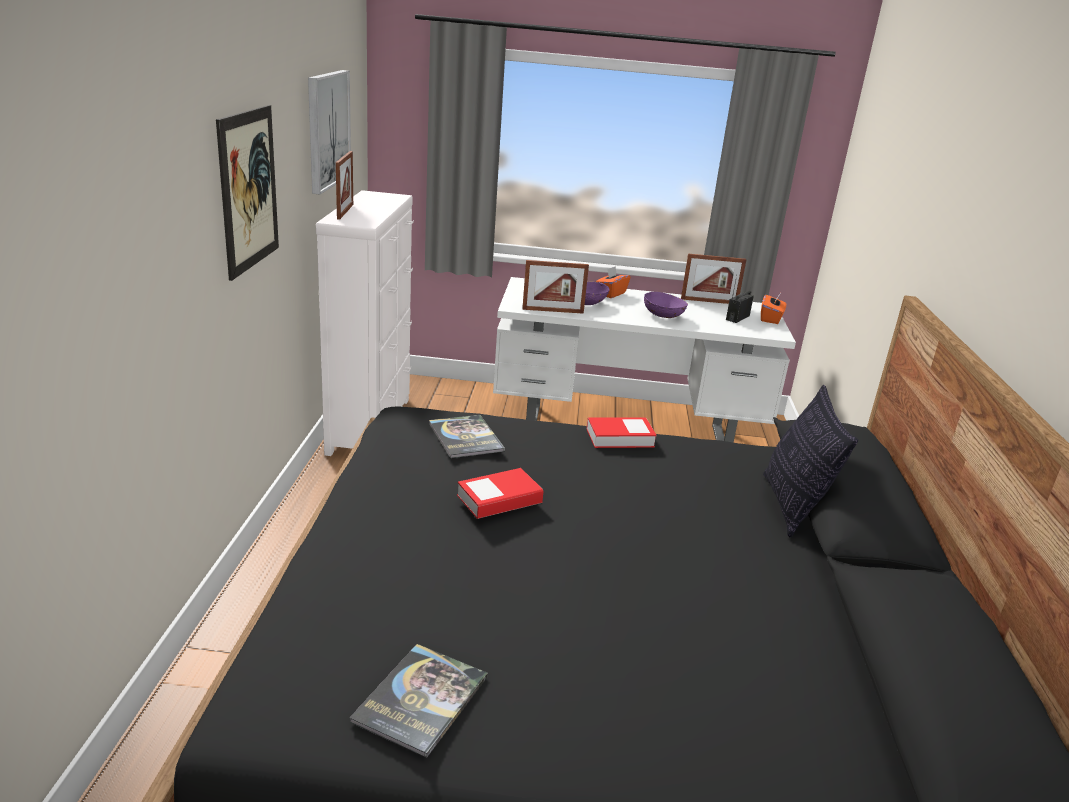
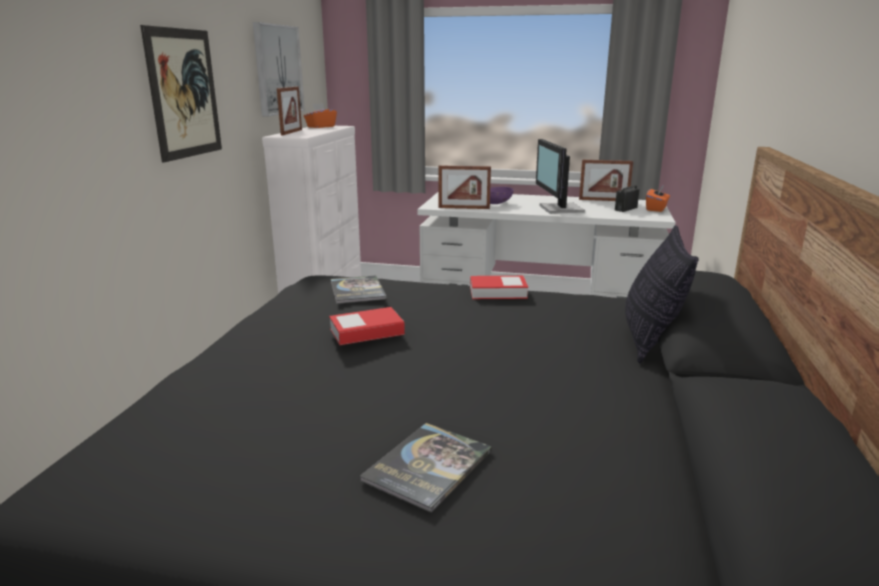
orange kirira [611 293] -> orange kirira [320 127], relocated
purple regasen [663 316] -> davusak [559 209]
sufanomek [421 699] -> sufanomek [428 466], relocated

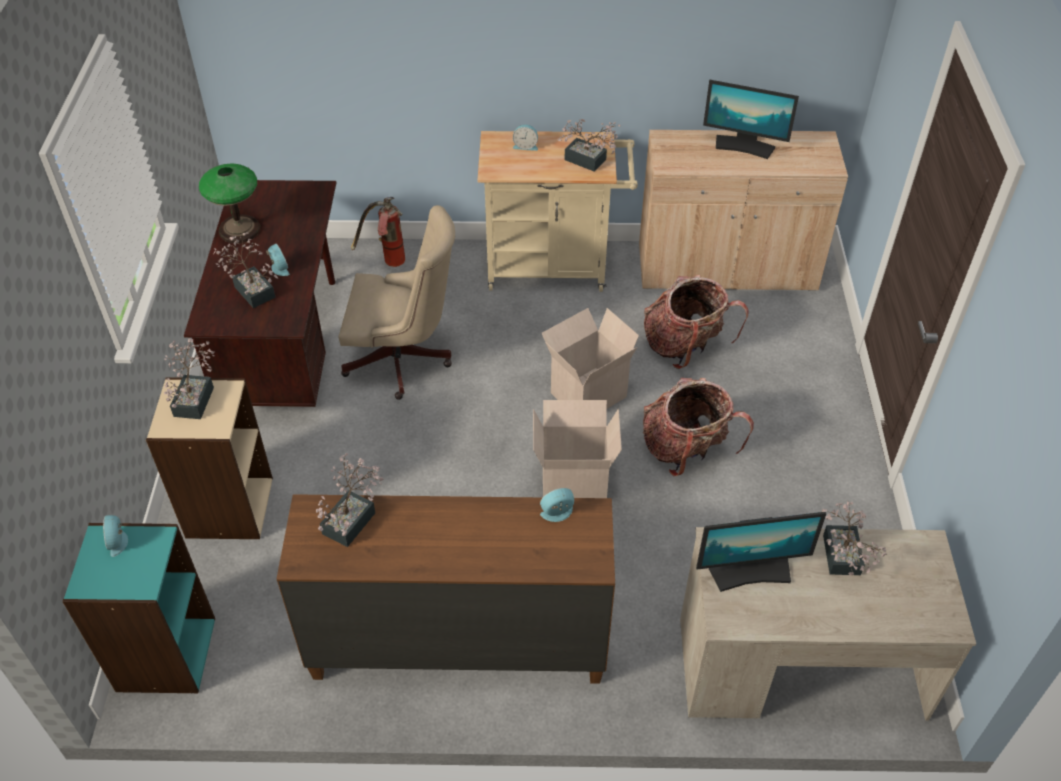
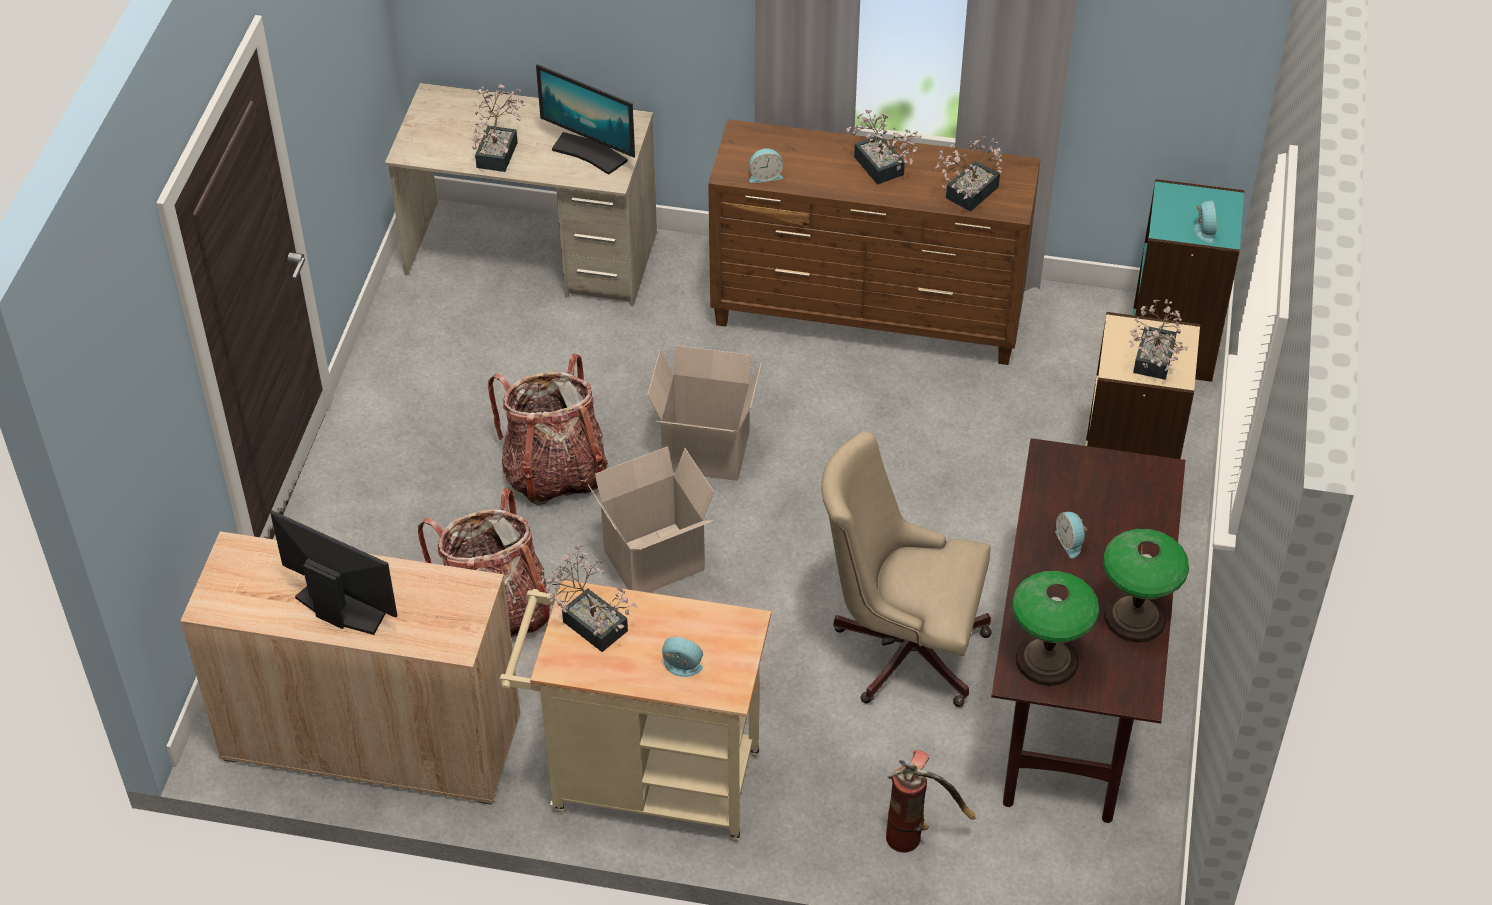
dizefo [252 289] -> dizefo [881 170], relocated
davusak [750 572] -> davusak [590 152], 150 degrees counterclockwise
none -> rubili [1047 660]

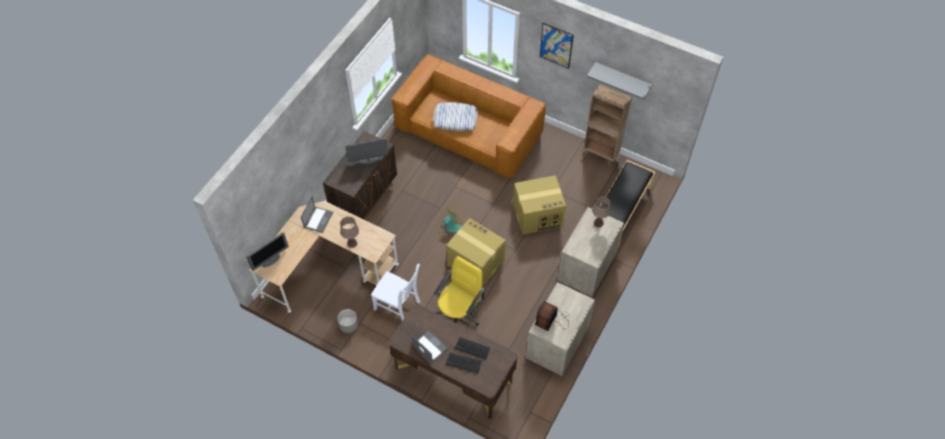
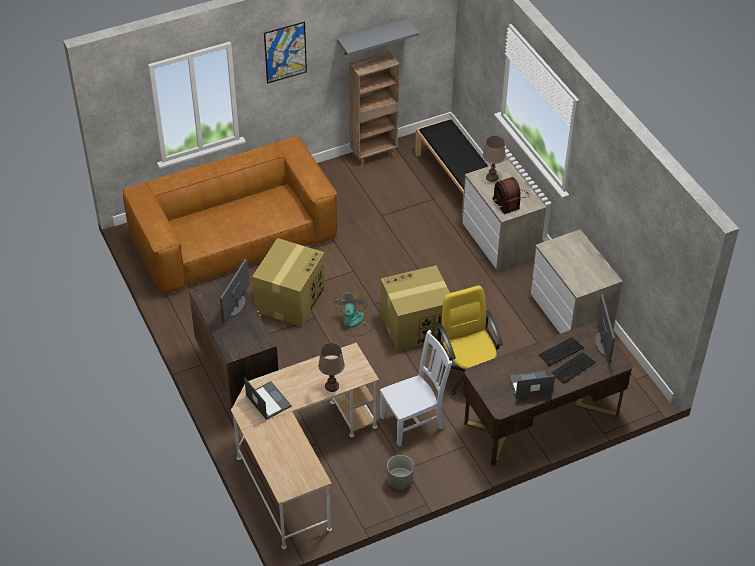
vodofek [455 119] -> none
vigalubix [538 215] -> vigalubix [290 299], relocated
davusak [271 260] -> davusak [602 344], relocated
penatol [552 319] -> penatol [509 199], relocated

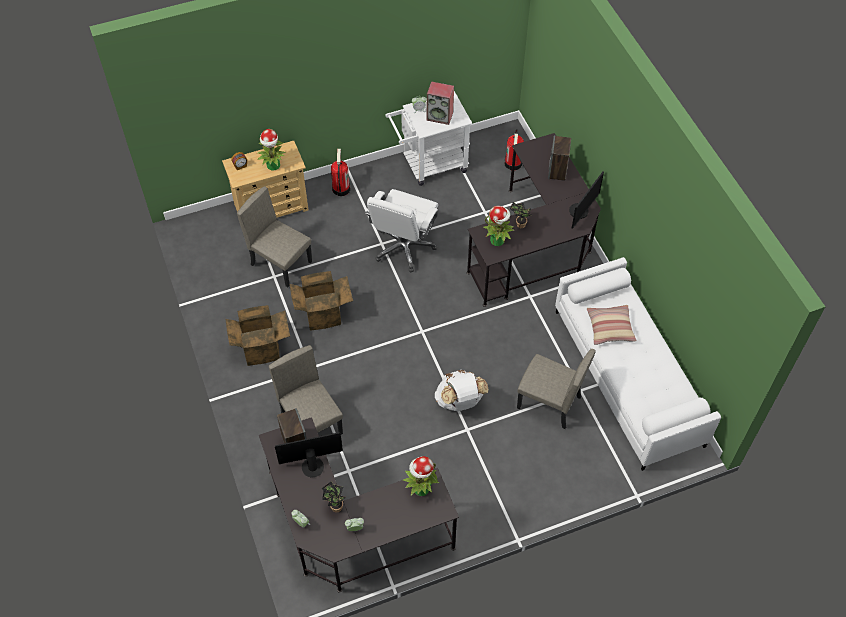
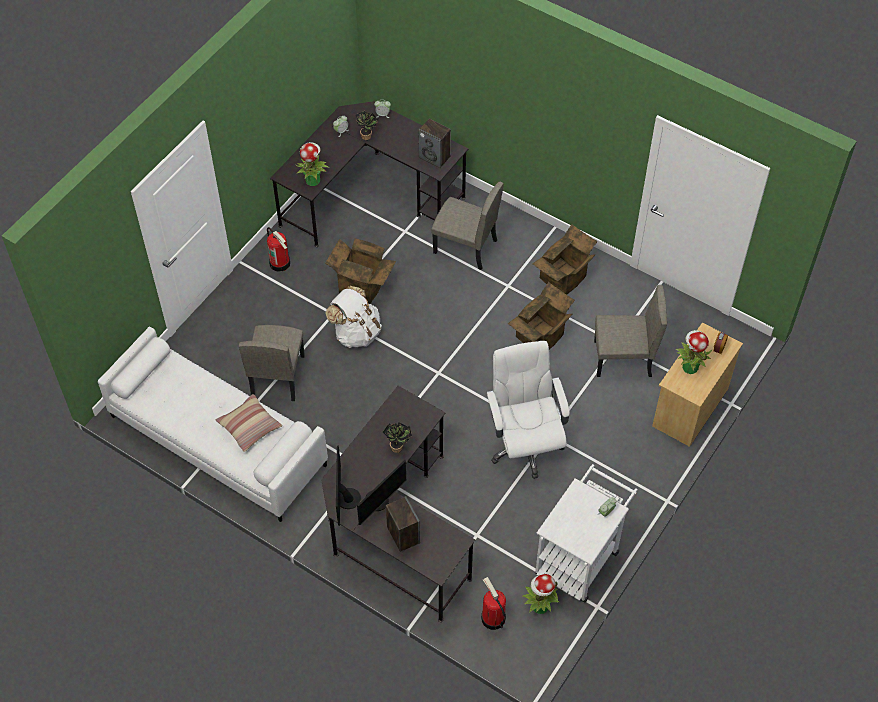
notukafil [440 116] -> none
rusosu [341 189] -> rusosu [280 263], relocated
dizefo [497 240] -> dizefo [539 606], relocated
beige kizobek [549 402] -> beige kizobek [277 376], 75 degrees counterclockwise
davusak [312 465] -> davusak [379 502], relocated
none -> vigalubix [363 285]

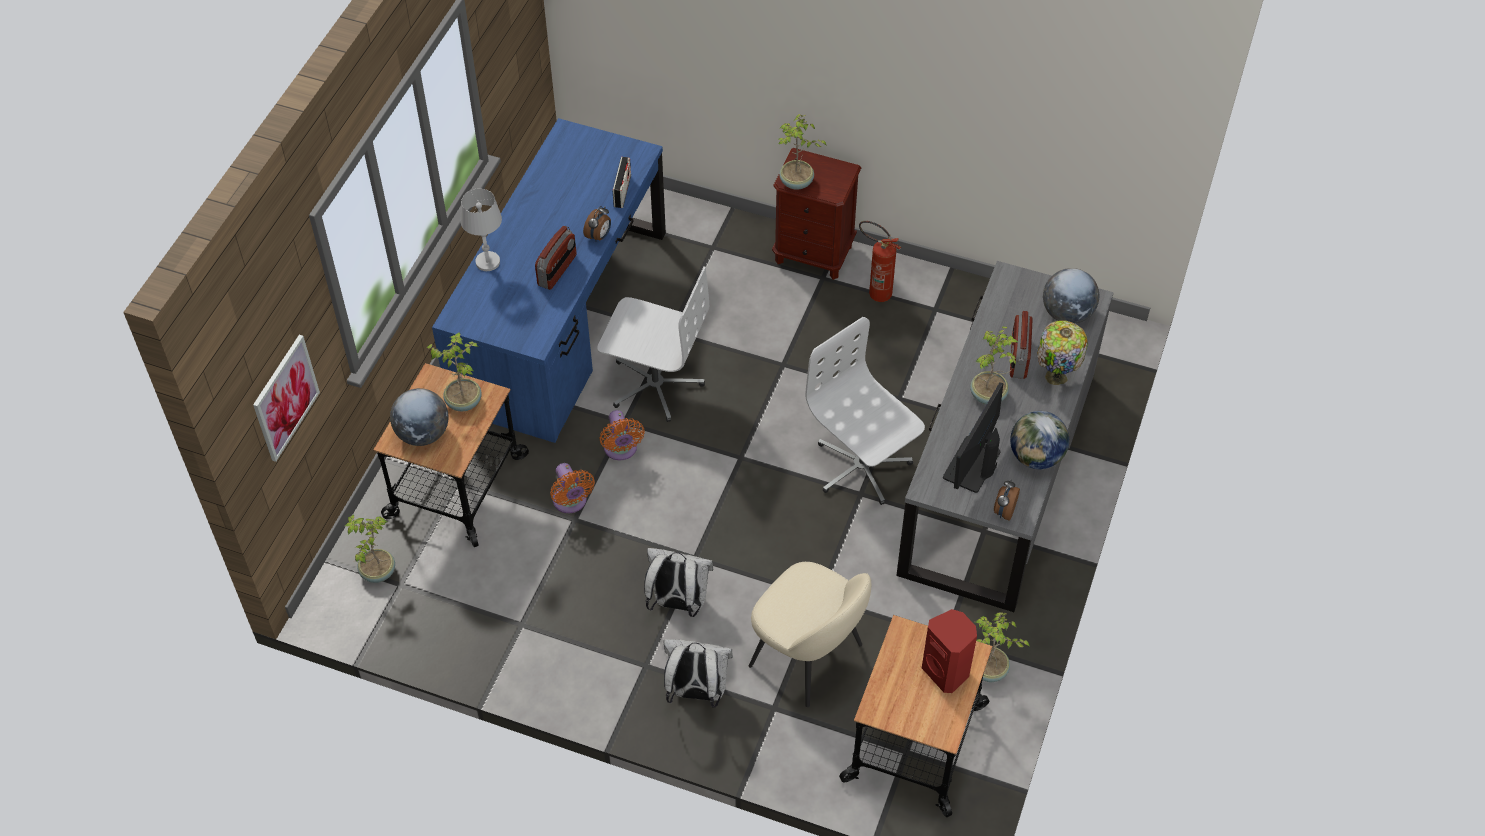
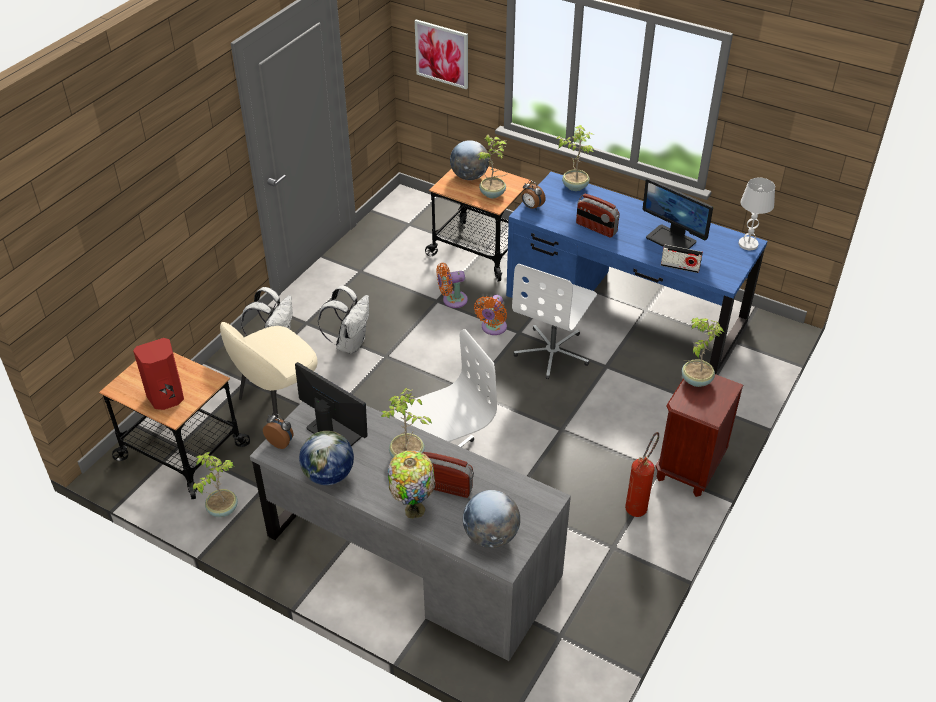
white rubili [488 262] -> white rubili [748 244], relocated
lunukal [599 236] -> lunukal [531 207], relocated
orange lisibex [621 450] -> orange lisibex [493 328], 60 degrees counterclockwise
dizefo [377 572] -> dizefo [575 186], relocated
none -> davusak [672 239]

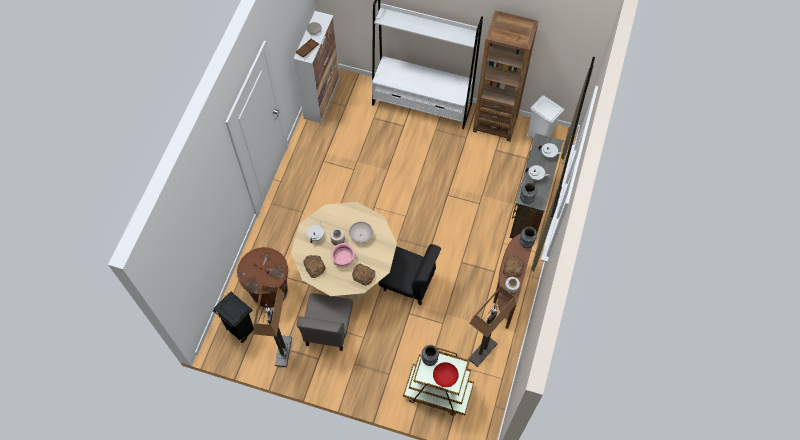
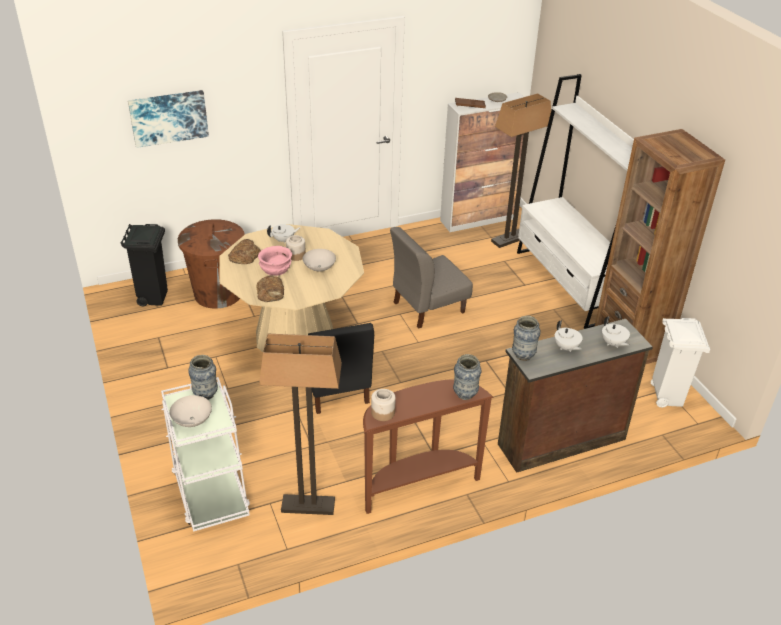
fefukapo [513 267] -> none
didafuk [283 351] -> didafuk [509 239], relocated
grey kizobek [328 329] -> grey kizobek [428 307], relocated
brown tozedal [437 391] -> white tozedal [210 492]
red regasen [445 377] -> white regasen [192 421]
none -> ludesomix [168 117]

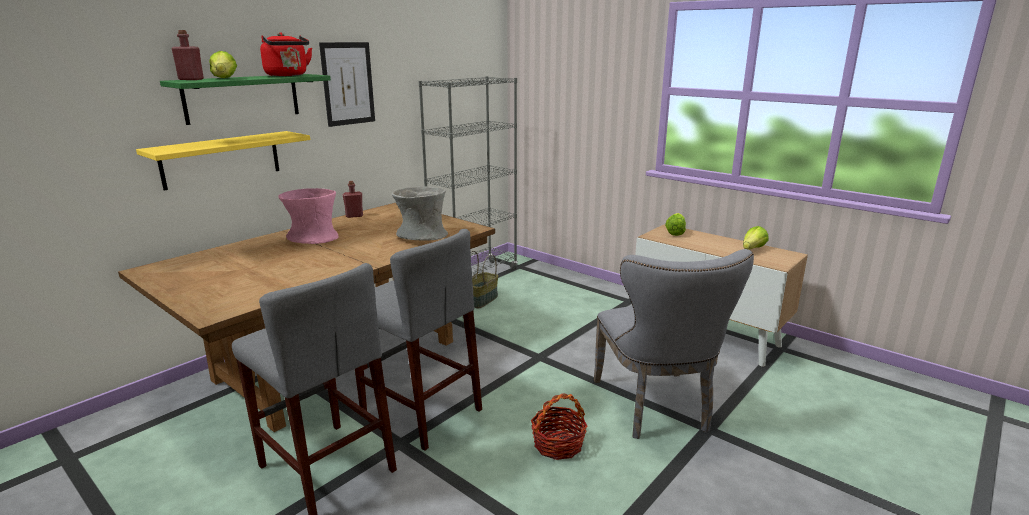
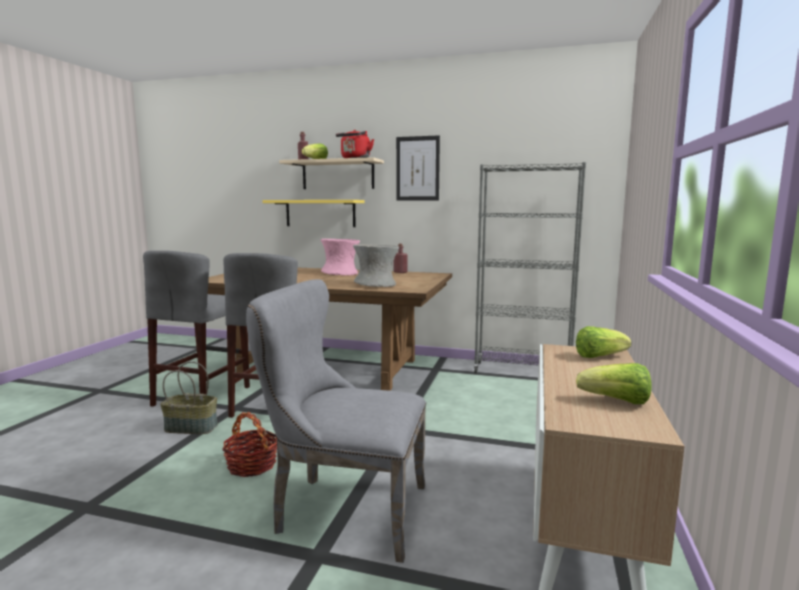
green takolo [242 98] -> beige takolo [338 175]
grey kizobek [656 409] -> grey kizobek [342 510], 45 degrees clockwise
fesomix [481 300] -> fesomix [192 427], relocated

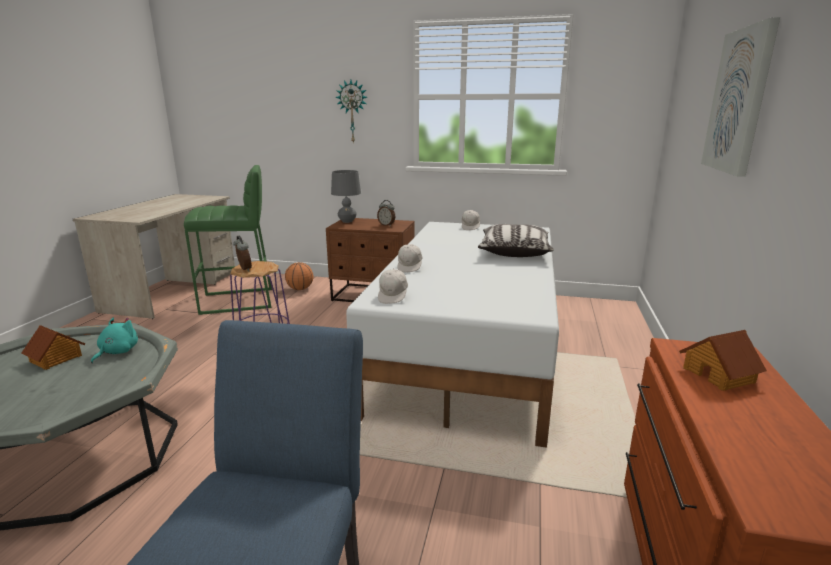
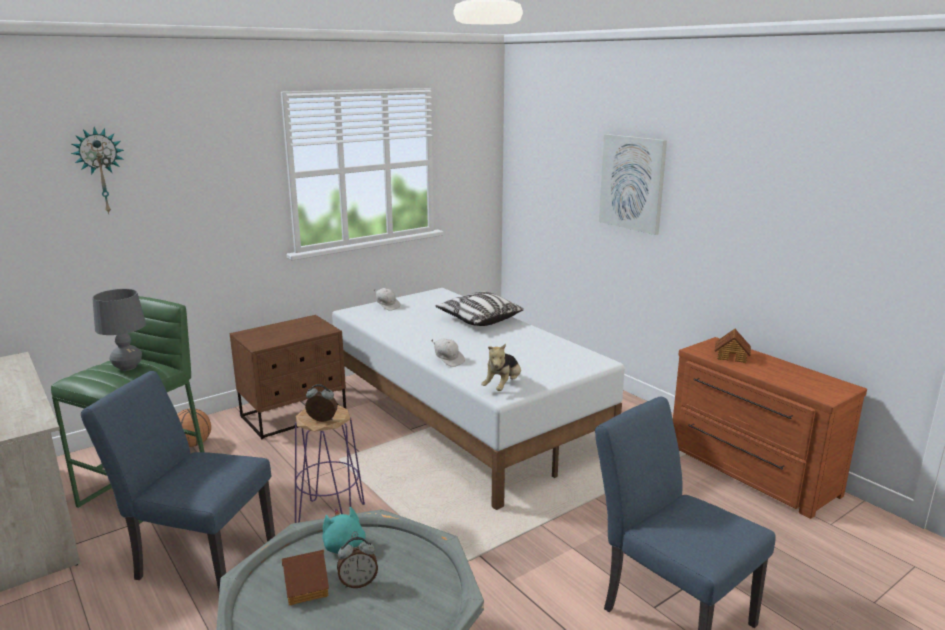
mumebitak [353 111] -> mumebitak [100 171], relocated
grey rubili [347 221] -> grey rubili [128 367], relocated
lunukal [386 225] -> lunukal [358 583], relocated
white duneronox [393 296] -> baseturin [503 386]
none -> blue kizobek [197 558]

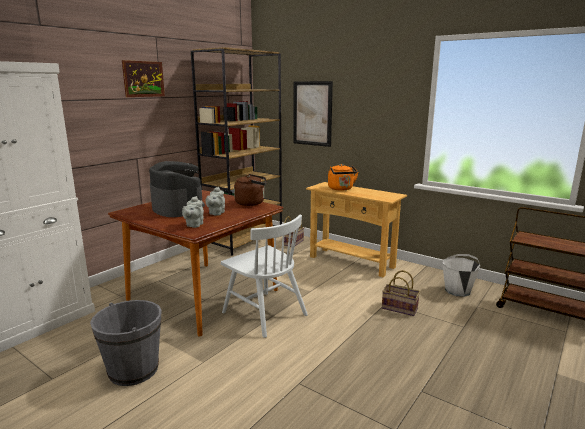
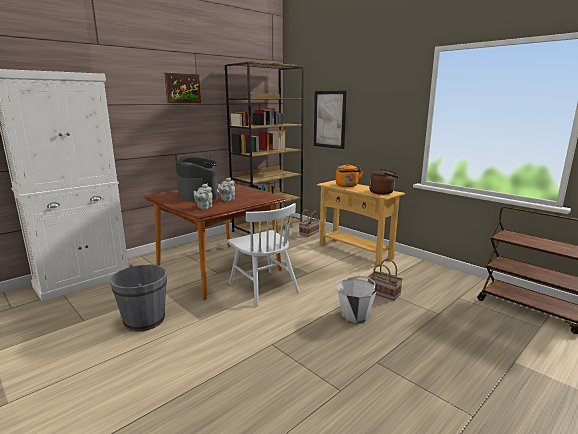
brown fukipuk [252 203] -> brown fukipuk [383 192], relocated
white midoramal [458 290] -> white midoramal [355 316], relocated

